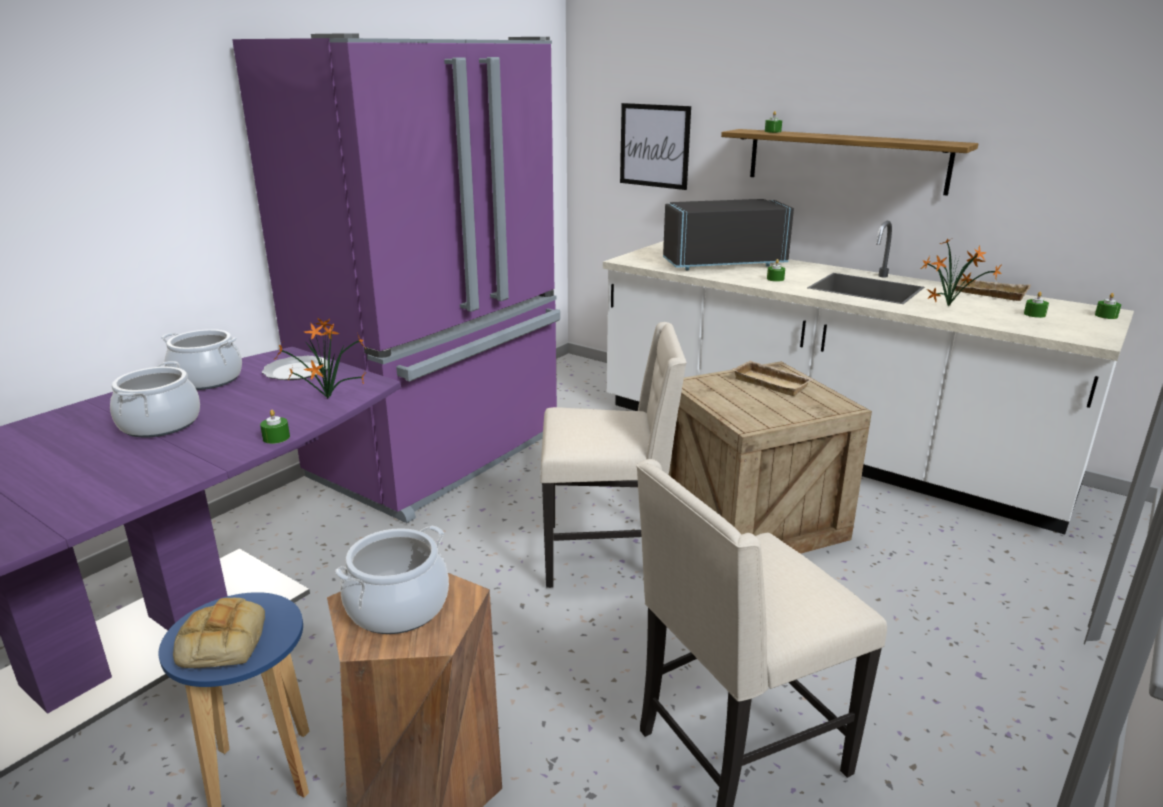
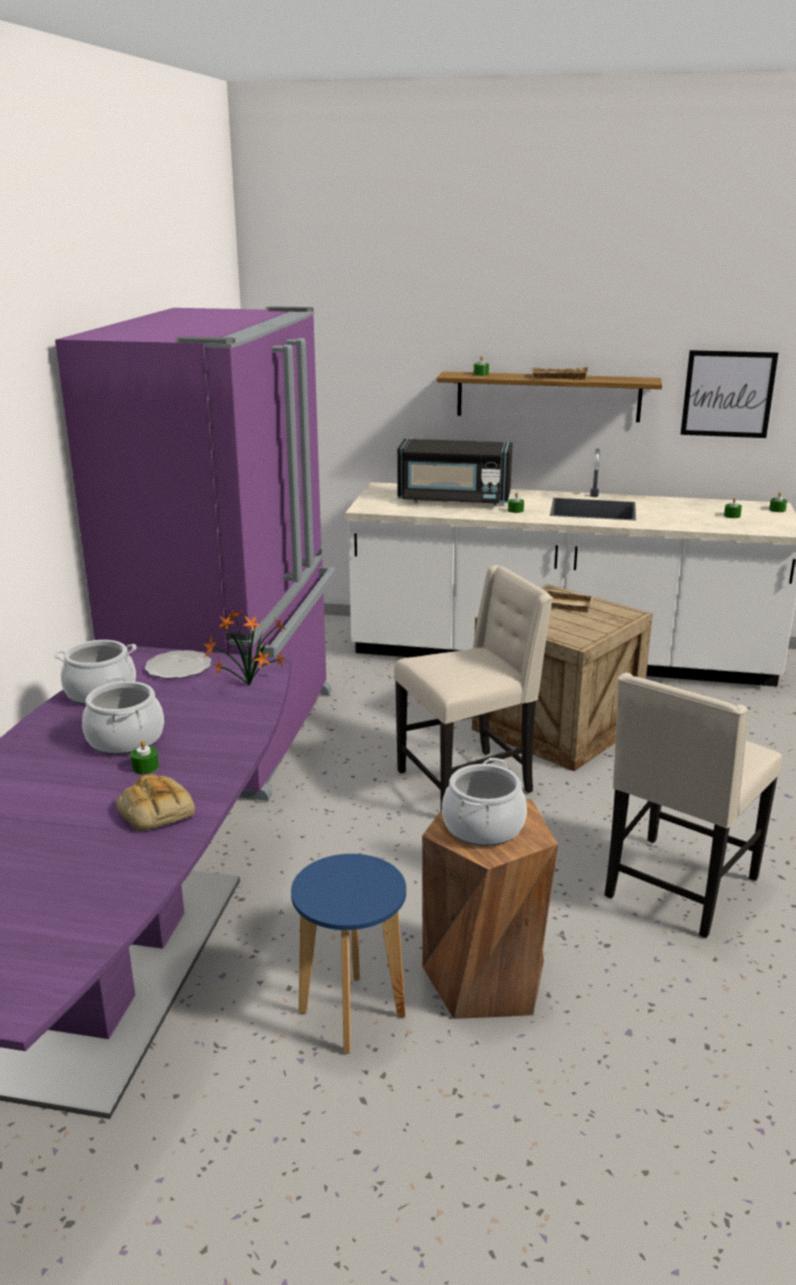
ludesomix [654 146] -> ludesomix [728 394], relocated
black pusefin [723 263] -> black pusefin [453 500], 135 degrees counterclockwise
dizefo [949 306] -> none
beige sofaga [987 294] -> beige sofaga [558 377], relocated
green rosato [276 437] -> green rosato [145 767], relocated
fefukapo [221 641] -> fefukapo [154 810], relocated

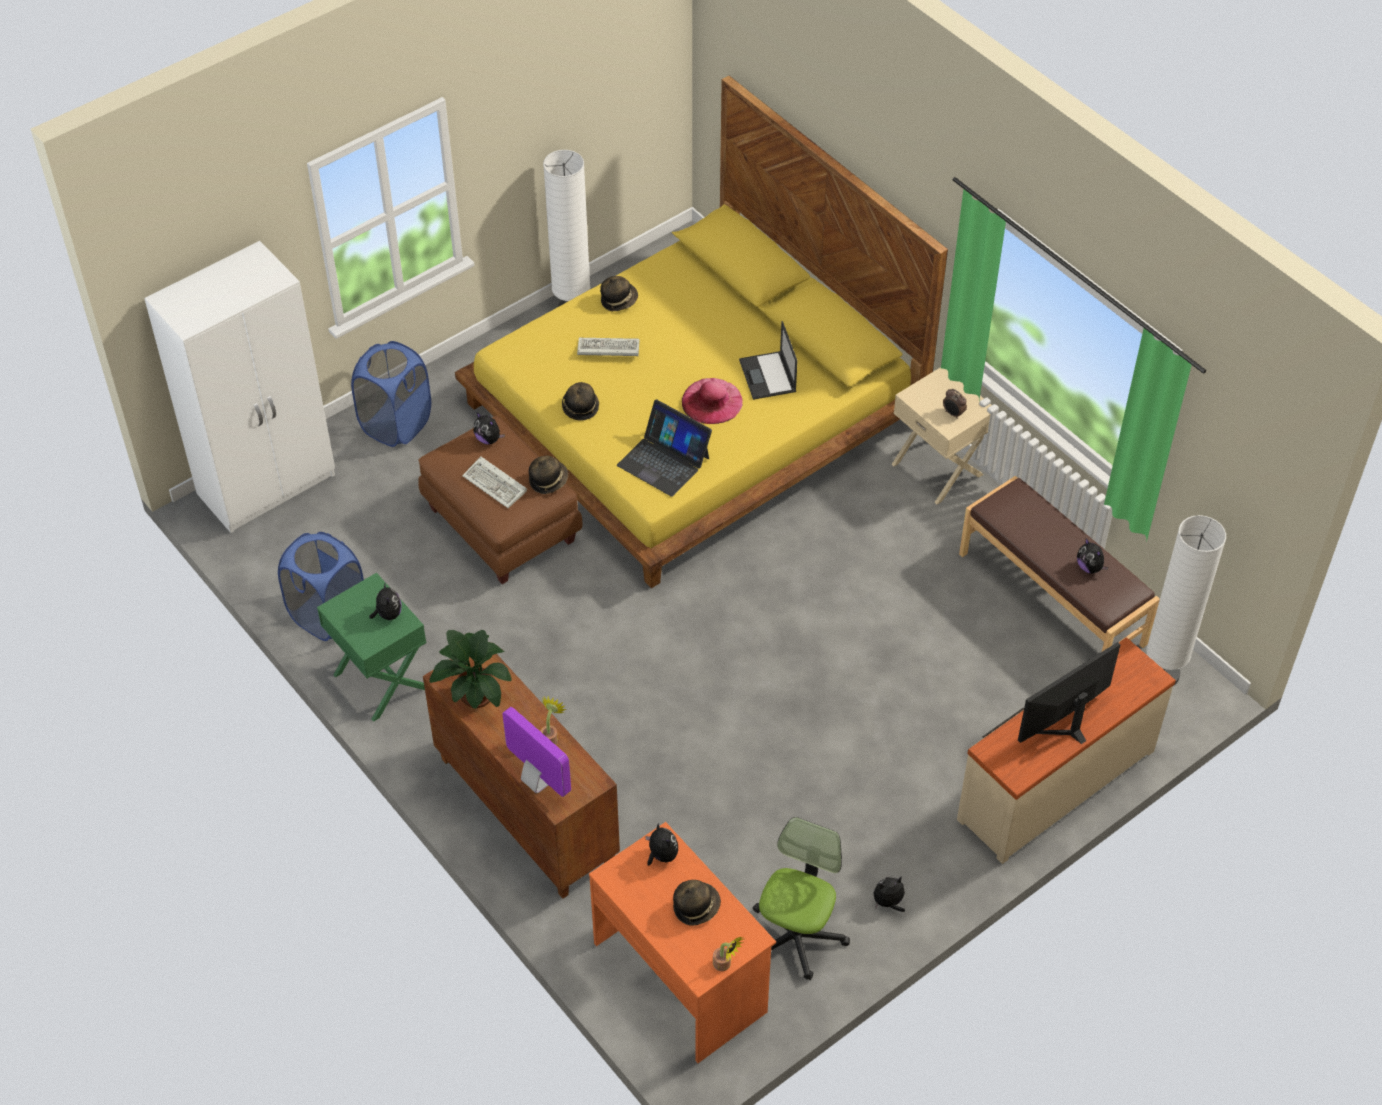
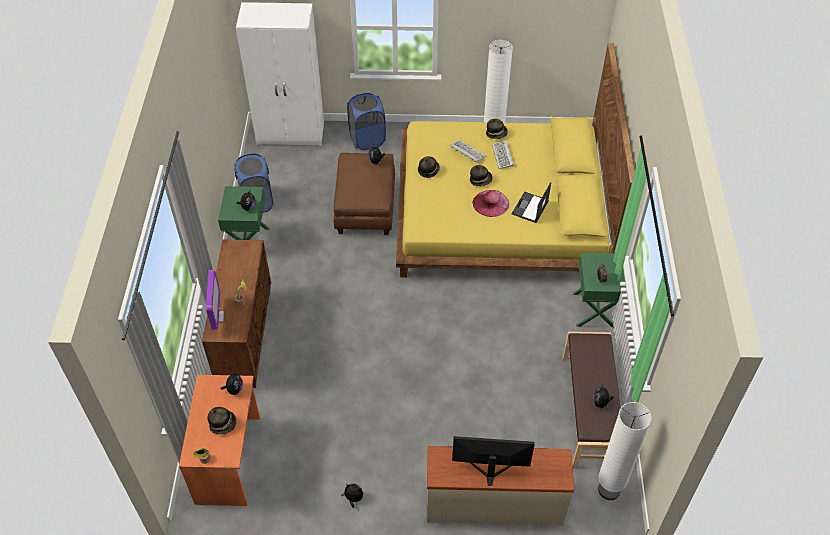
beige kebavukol [938 468] -> green kebavukol [594 310]
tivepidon [664 461] -> none
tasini [548 480] -> tasini [480 180], relocated
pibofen [496 485] -> pibofen [503 156], relocated
dizefo [475 692] -> none
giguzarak [796 936] -> none

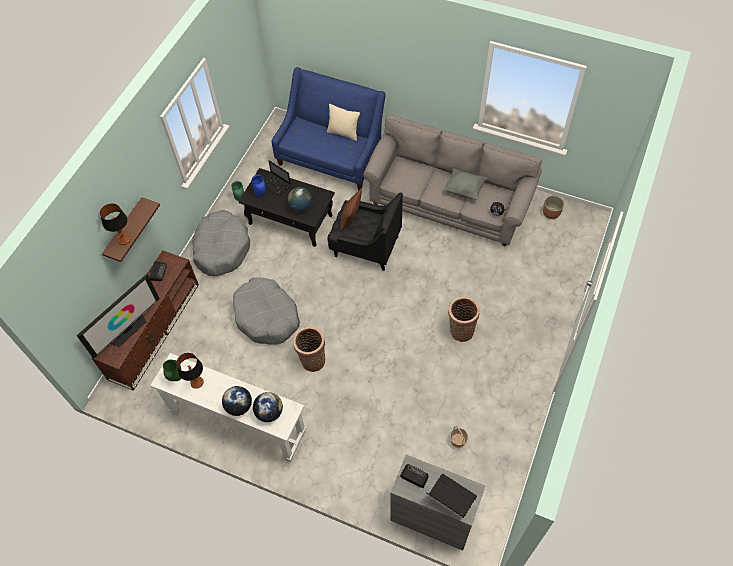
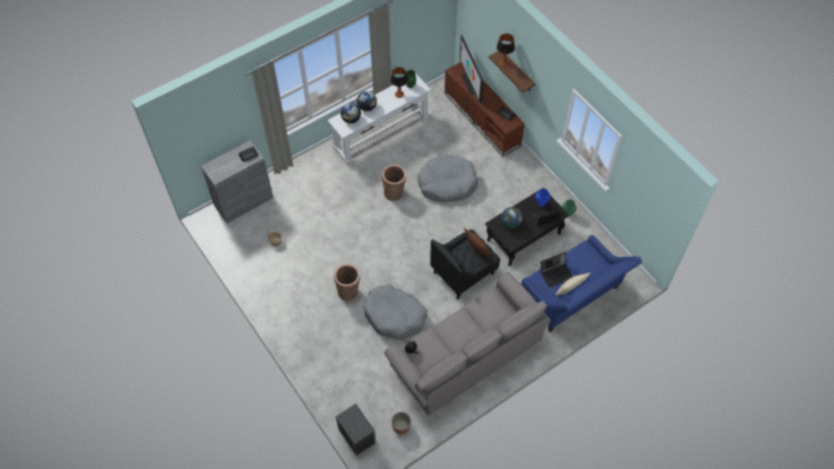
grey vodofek [464 190] -> none
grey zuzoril [221 248] -> grey zuzoril [395 316], relocated
tivepidon [449 498] -> tivepidon [556 274], relocated
none -> kebavukol [357 435]

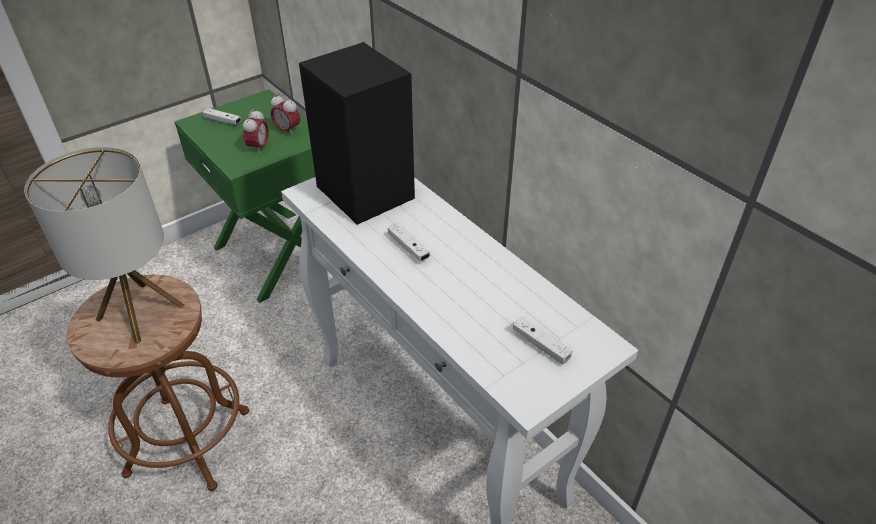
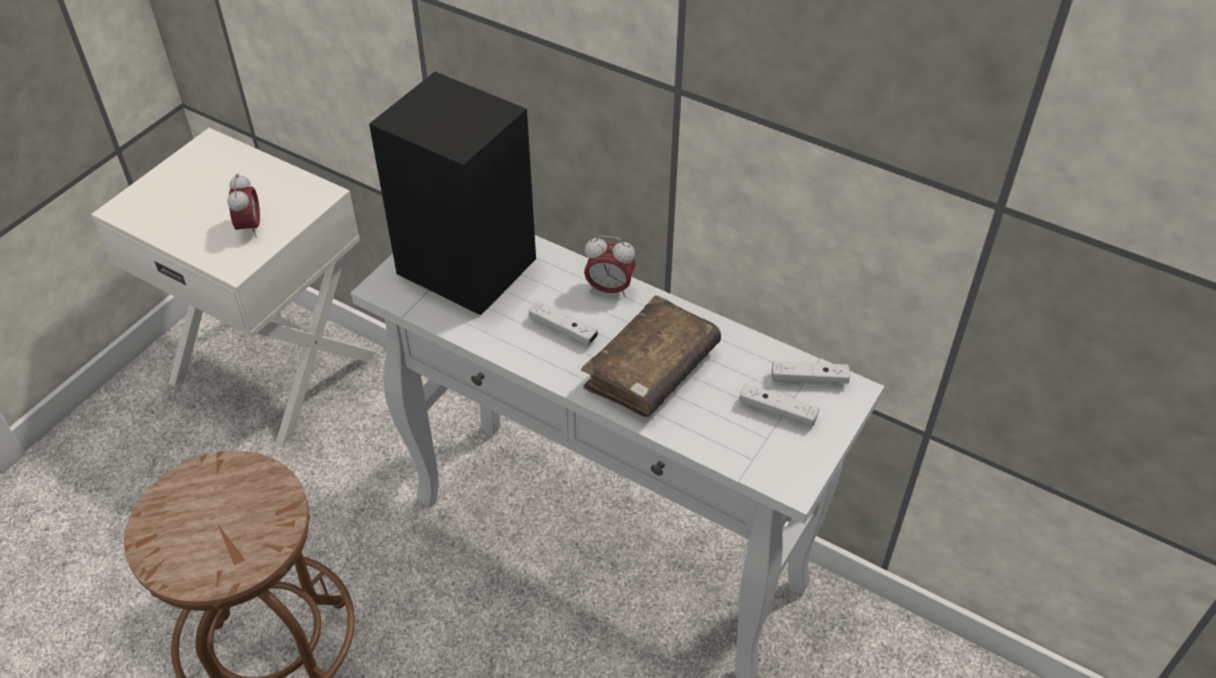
green kebavukol [279 253] -> white kebavukol [276 365]
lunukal [287 130] -> lunukal [609 289], relocated
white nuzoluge [222 121] -> white nuzoluge [809 379], relocated
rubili [140 312] -> none
none -> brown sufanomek [651 369]

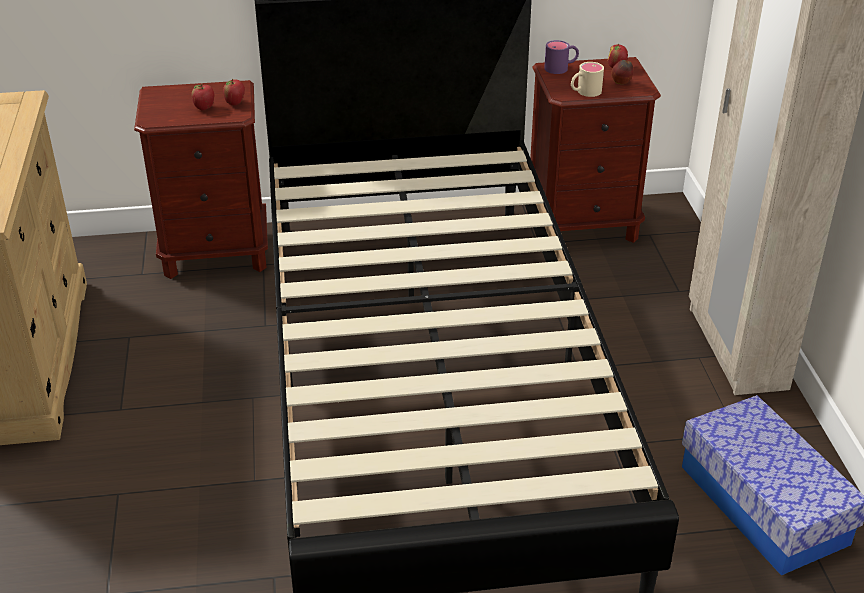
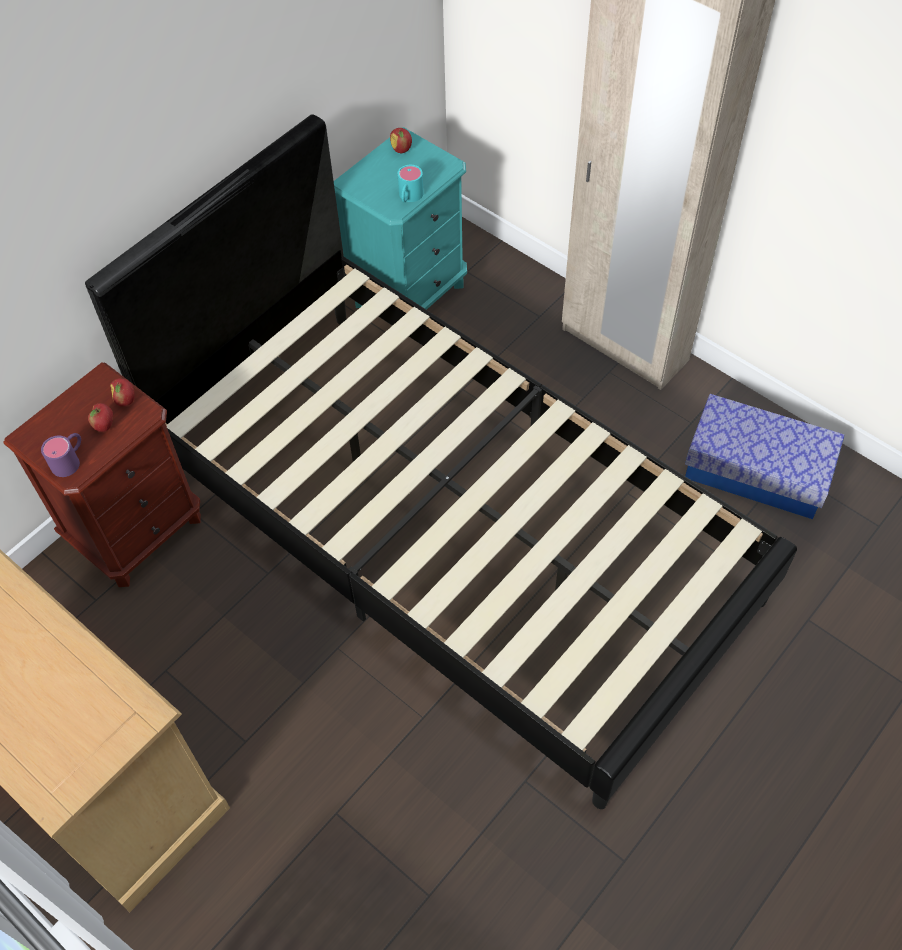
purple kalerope [561 68] -> purple kalerope [70 460], relocated
brown kebavukol [583 225] -> turquoise kebavukol [409 294]
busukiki [621 84] -> none
beige kalerope [584 92] -> turquoise kalerope [409 197]

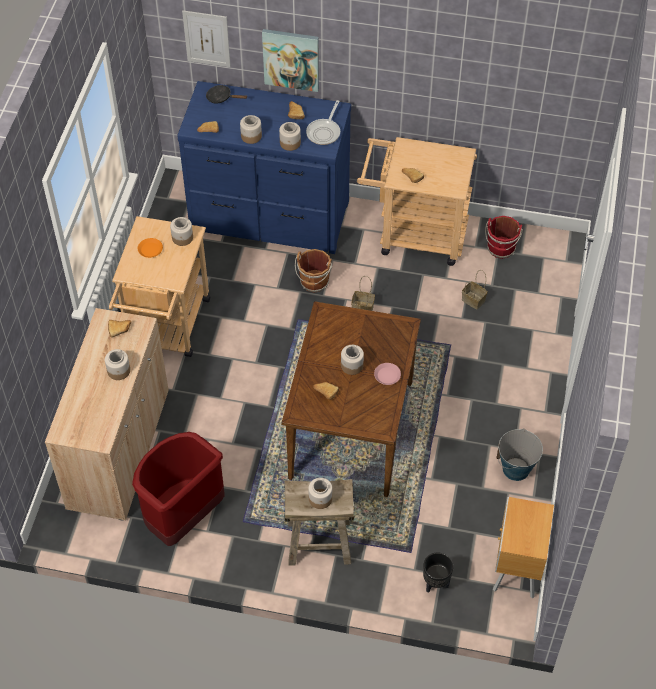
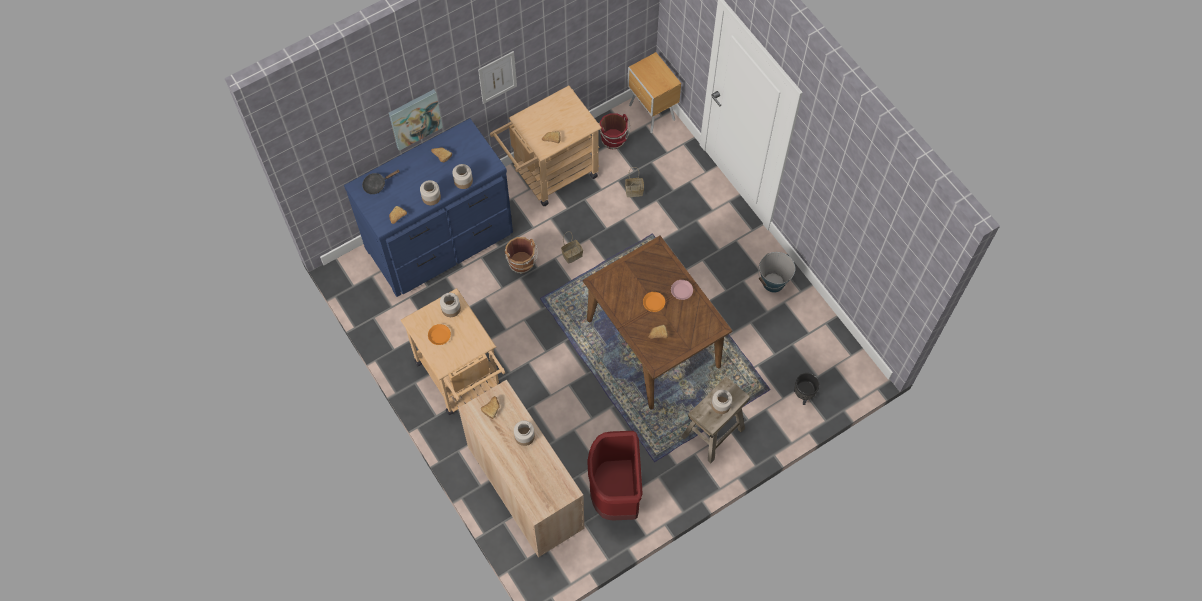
ludesomix [206 38] -> ludesomix [497 77], relocated
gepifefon [324 132] -> none
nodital [351 365] -> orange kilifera [653 303]
brown kebavukol [515 571] -> brown kebavukol [652 114], relocated

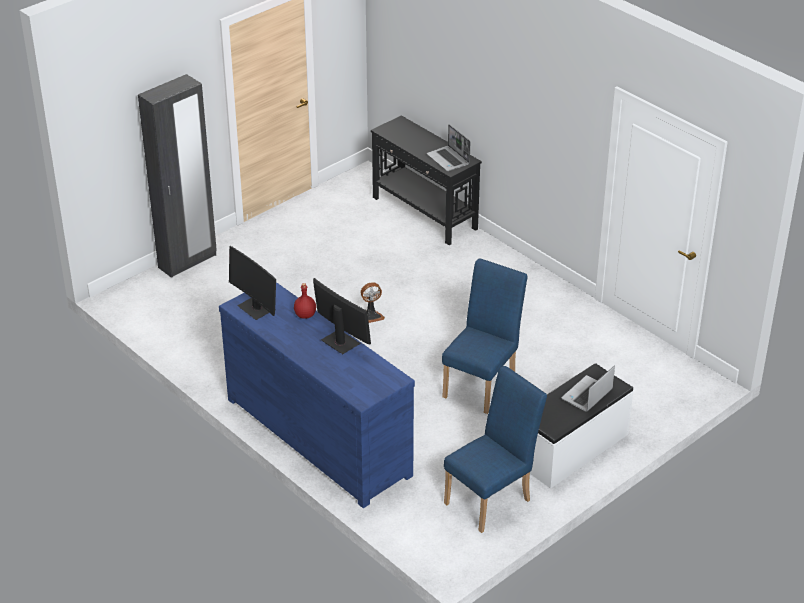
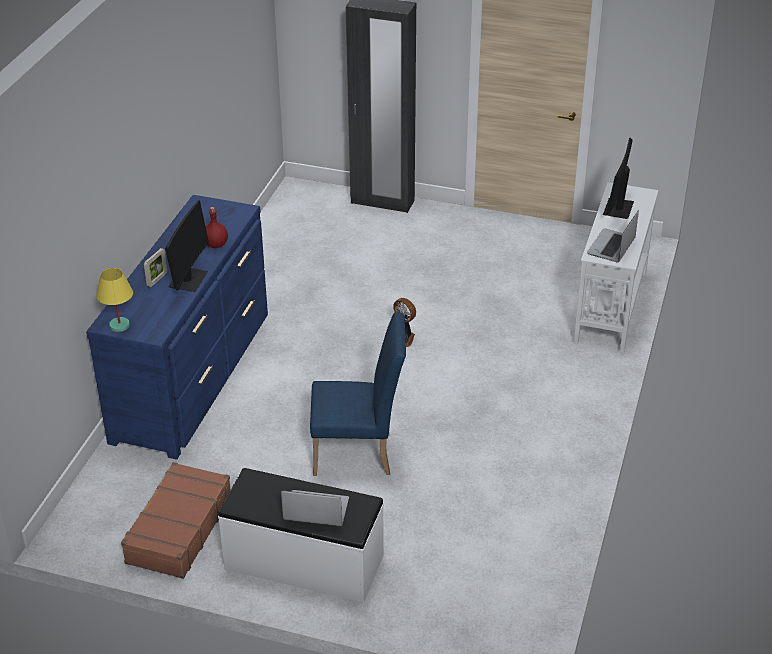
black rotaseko [424 213] -> white rotaseko [610 307]
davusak [256 308] -> davusak [618 209], relocated
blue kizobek [492 498] -> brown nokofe [178 530]
none -> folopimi [157 280]
none -> yellow rubili [119 326]

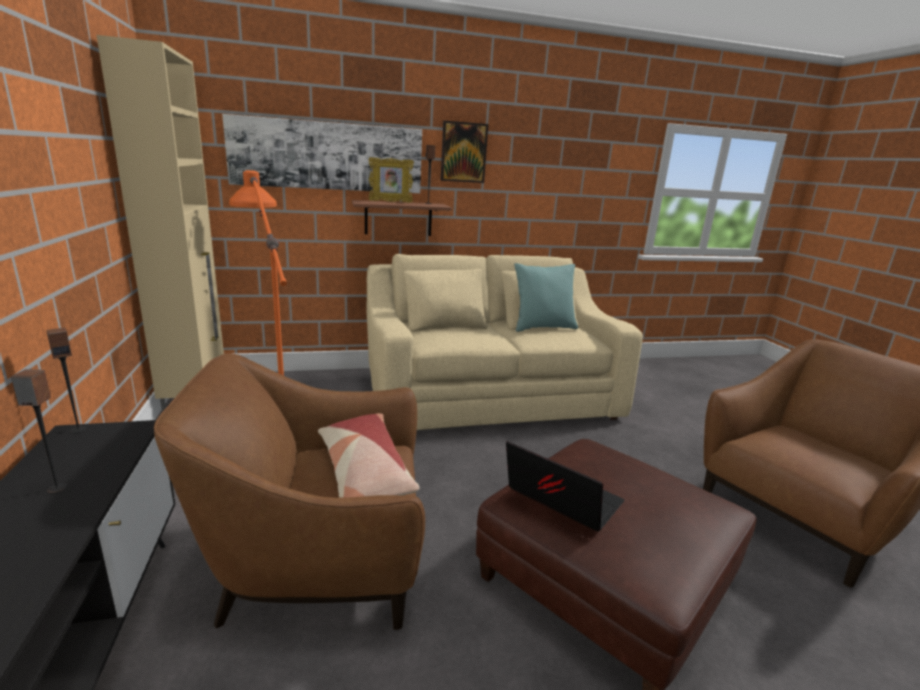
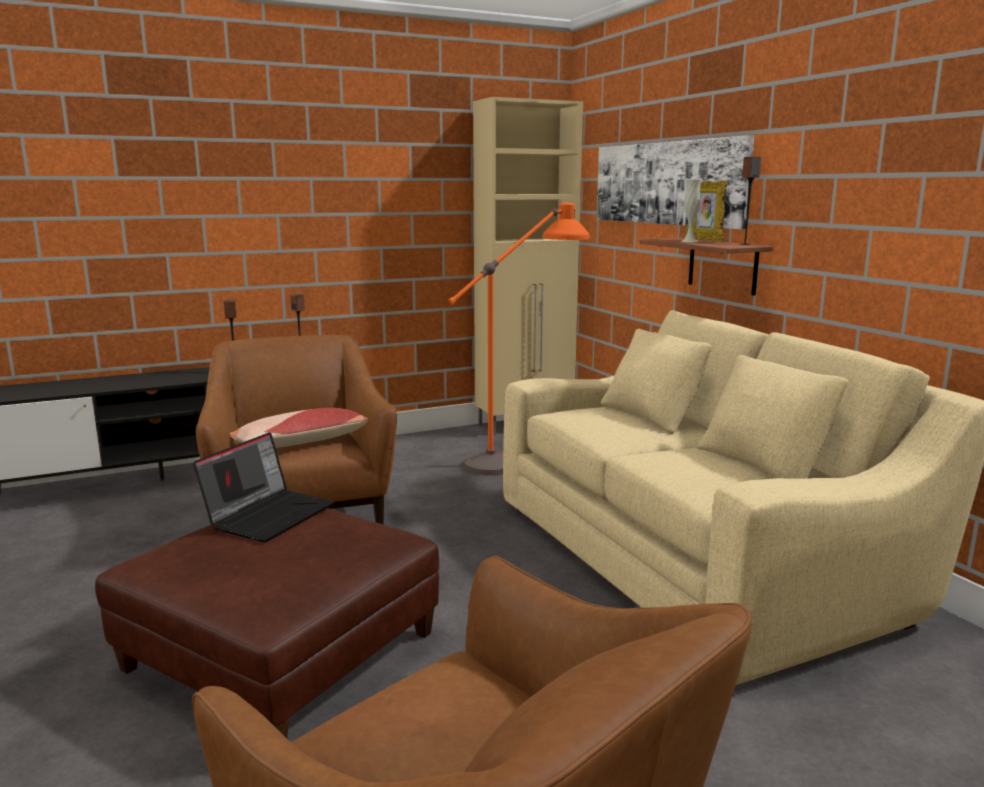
ludesomix [463 152] -> none
turquoise vodofek [542 327] -> none
none -> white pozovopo [689 241]

